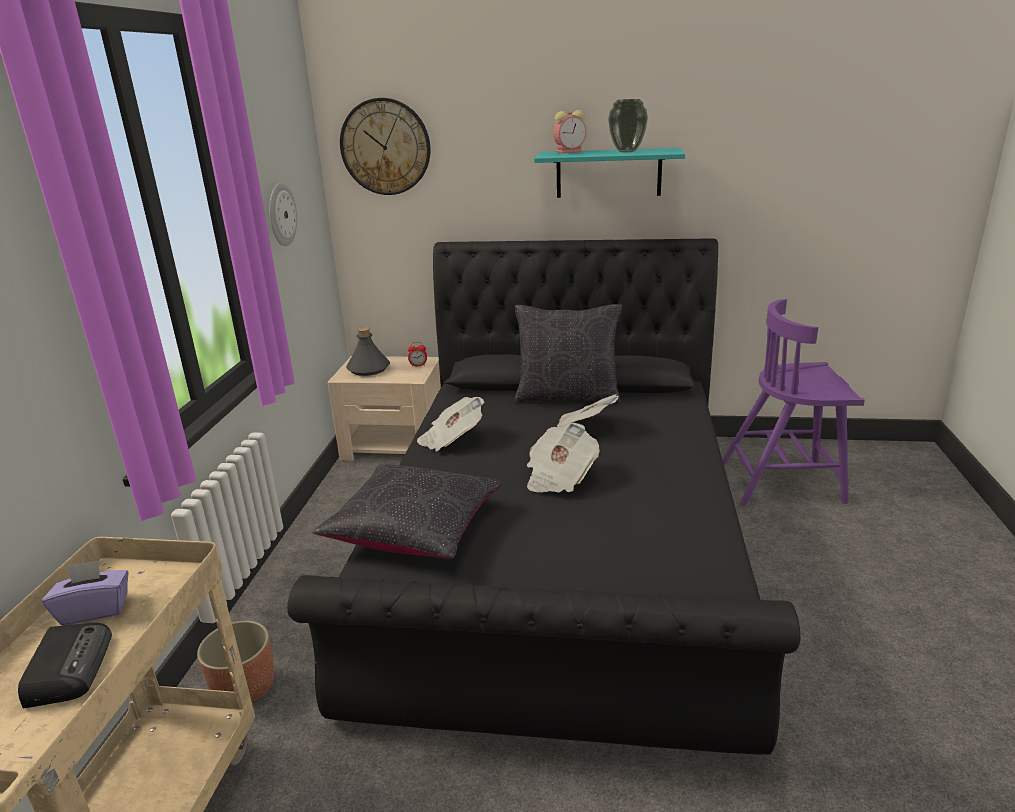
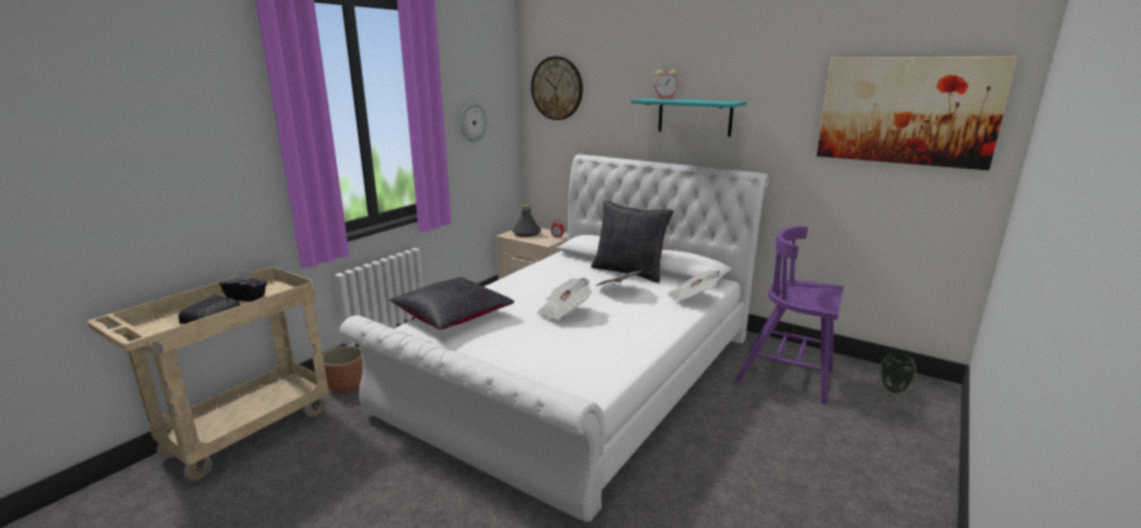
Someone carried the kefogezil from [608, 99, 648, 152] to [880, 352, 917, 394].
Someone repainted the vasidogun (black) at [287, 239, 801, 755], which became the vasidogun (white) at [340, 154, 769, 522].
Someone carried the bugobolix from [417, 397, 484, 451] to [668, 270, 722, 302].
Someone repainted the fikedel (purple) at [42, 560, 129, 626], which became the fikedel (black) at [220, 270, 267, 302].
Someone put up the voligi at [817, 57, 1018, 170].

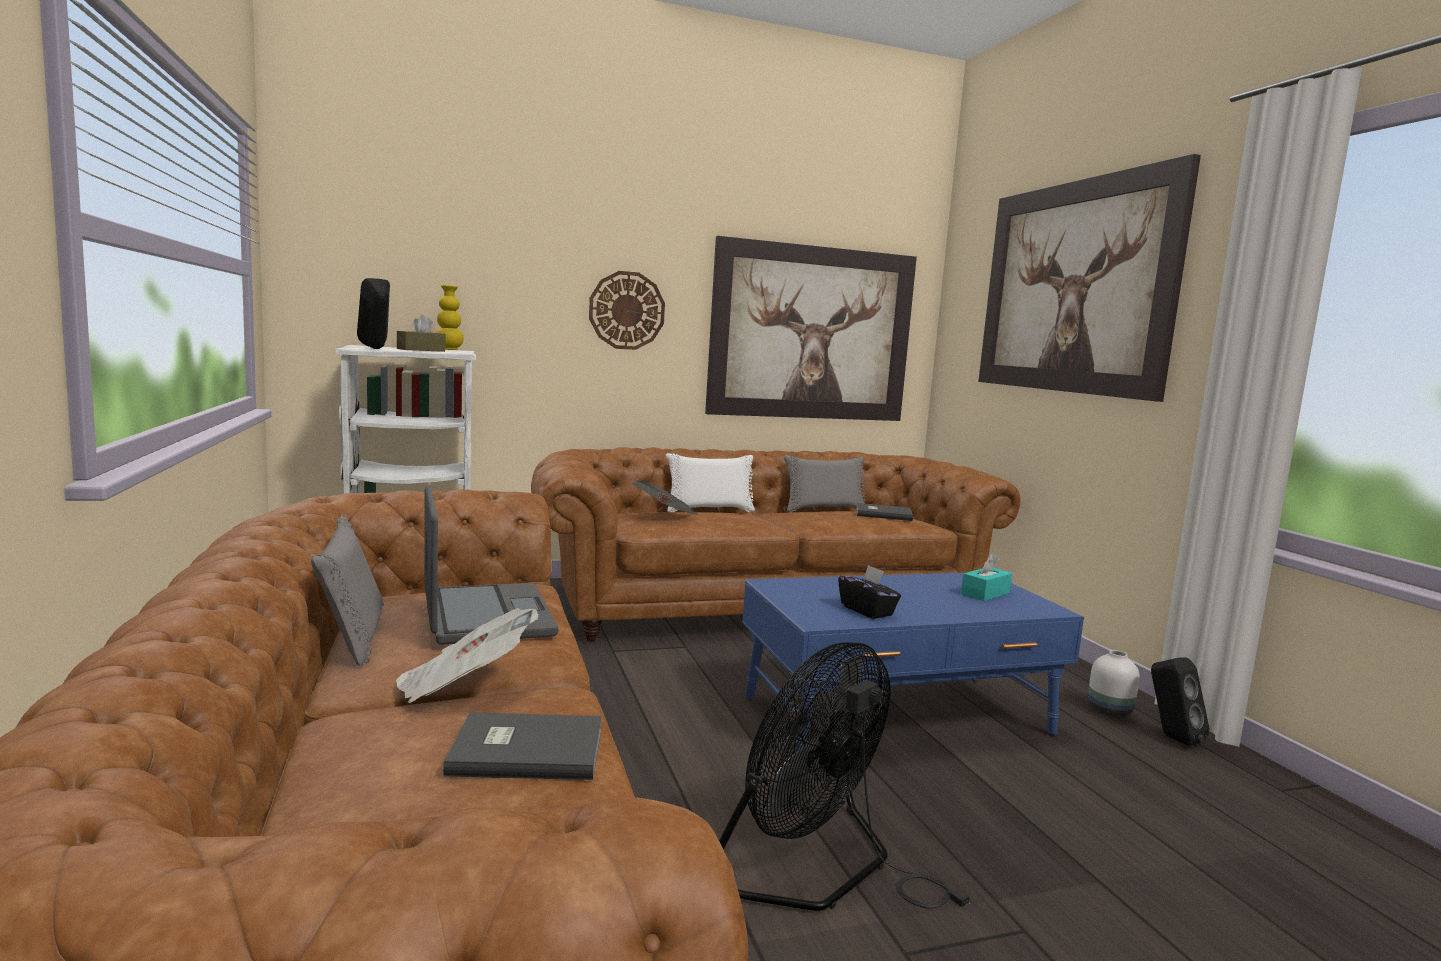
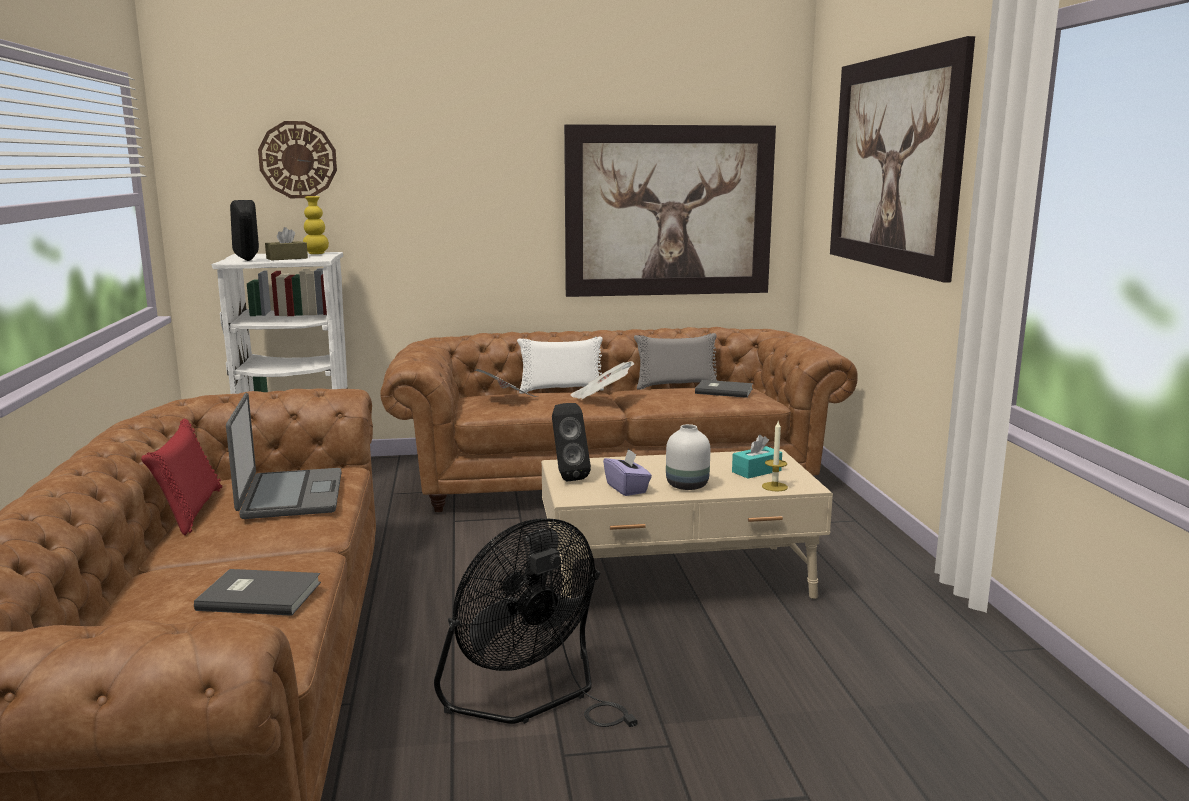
Someone carried the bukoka from [589, 271, 665, 350] to [258, 121, 337, 198].
Someone repainted the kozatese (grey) at [311, 516, 384, 666], which became the kozatese (red) at [141, 419, 223, 535].
Someone repainted the fikedel (black) at [838, 565, 901, 619], which became the fikedel (purple) at [603, 448, 652, 496].
Someone repainted the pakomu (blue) at [742, 573, 1084, 753], which became the pakomu (beige) at [541, 449, 833, 599].
Someone carried the bugobolix from [396, 608, 538, 703] to [571, 361, 634, 400].
Someone carried the kefogezil (white) from [1088, 650, 1140, 717] to [666, 424, 710, 490].
Someone carried the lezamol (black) from [1151, 657, 1210, 746] to [552, 403, 591, 481].
Someone put down the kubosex at [762, 420, 788, 492].

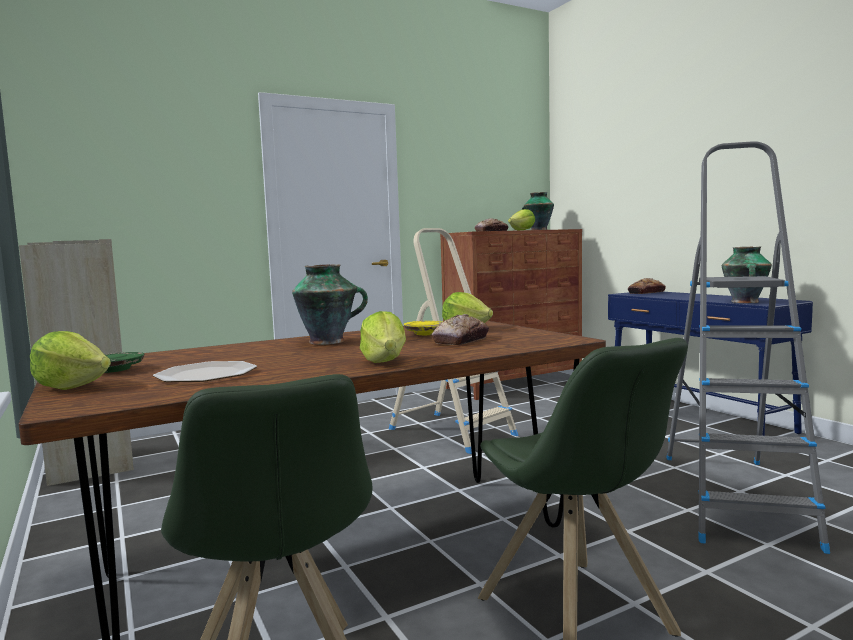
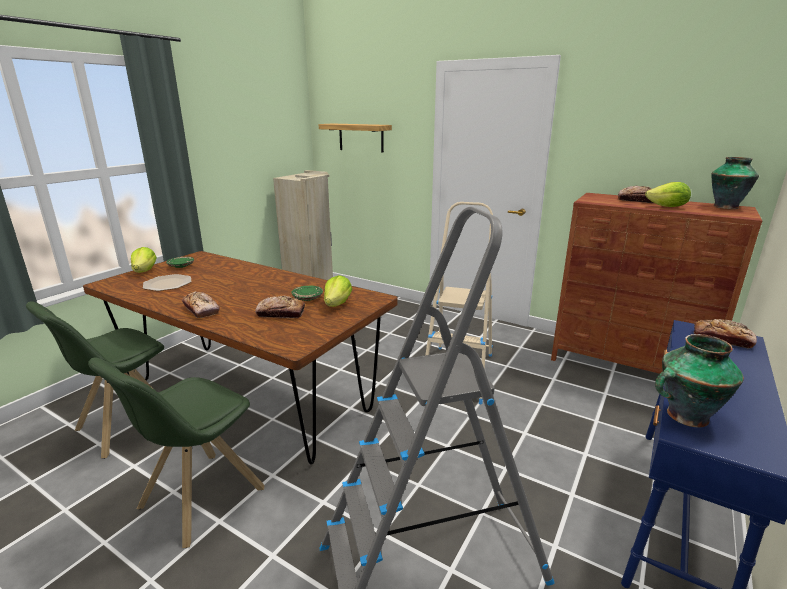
Someone took away the kefogezil at [292, 264, 368, 345].
Someone swapped the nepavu at [360, 311, 406, 363] for the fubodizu at [182, 291, 220, 318].
Someone repainted the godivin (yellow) at [404, 321, 442, 335], which became the godivin (green) at [291, 286, 323, 301].
Someone put up the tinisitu at [319, 124, 392, 153].

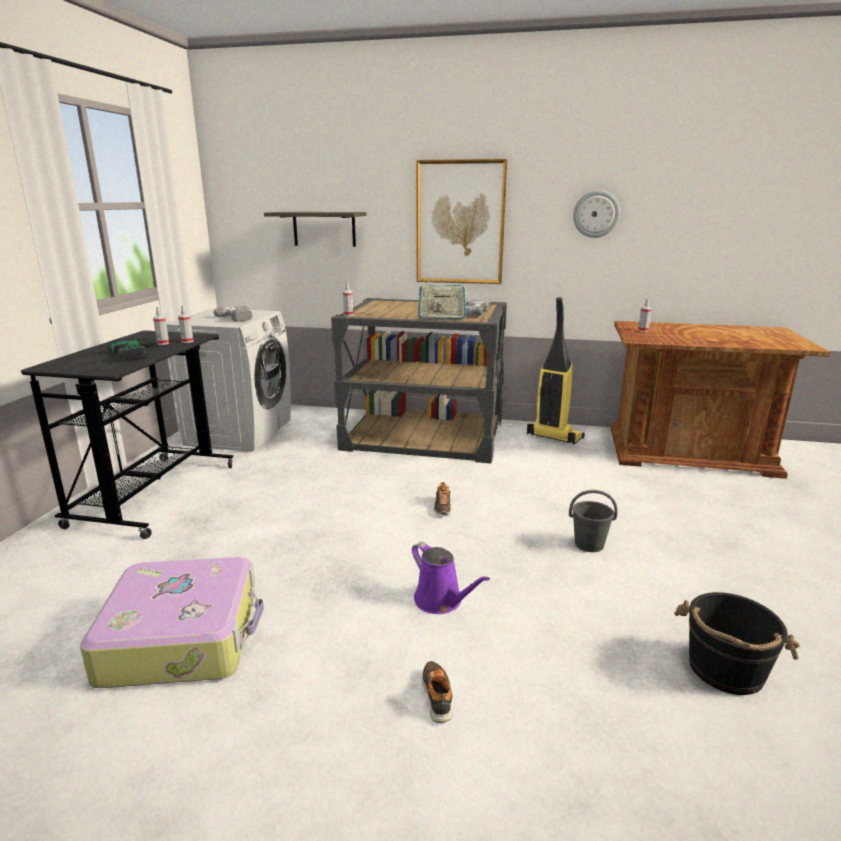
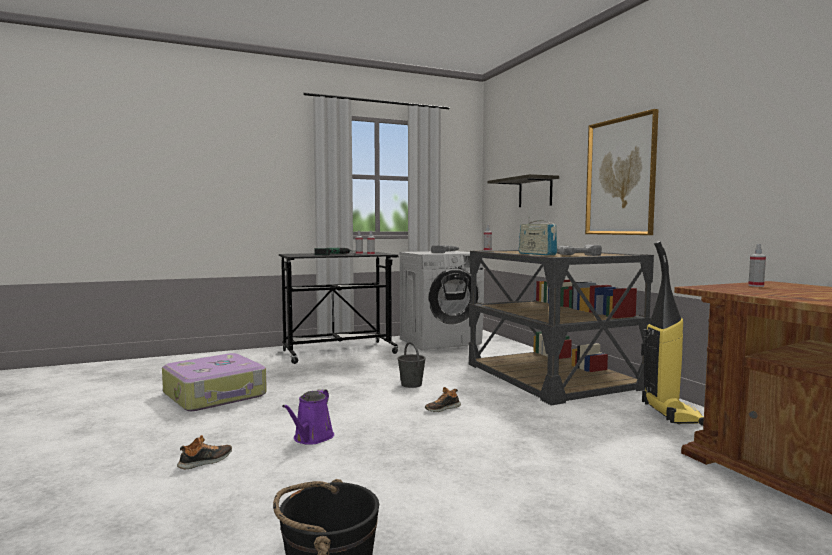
Someone took away the bukoka at [573, 190, 620, 238].
Someone carried the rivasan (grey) from [569, 490, 618, 552] to [397, 342, 426, 388].

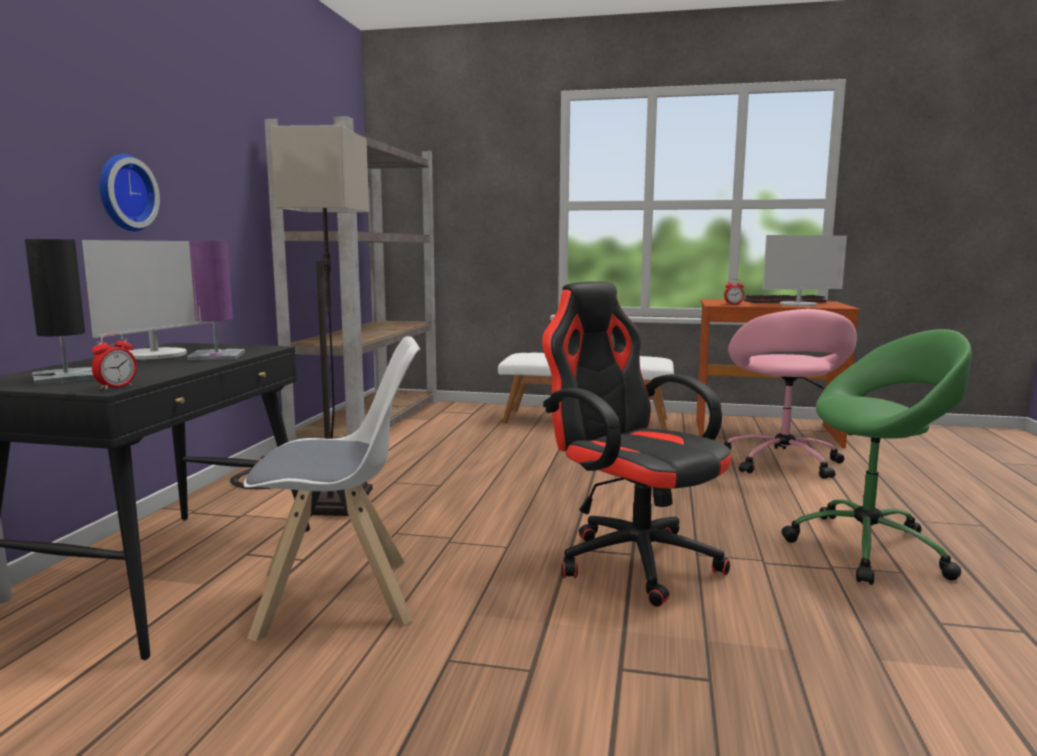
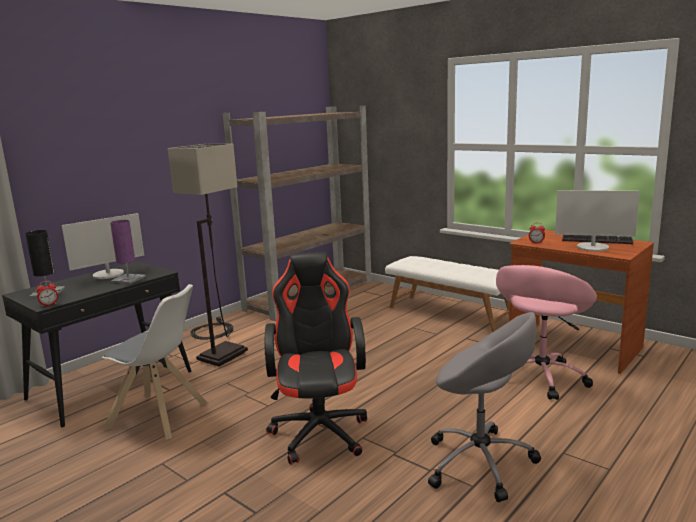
Someone took away the bukoka at [99, 154, 160, 231].
Someone repainted the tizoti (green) at [781, 329, 972, 585], which became the tizoti (grey) at [428, 312, 541, 502].

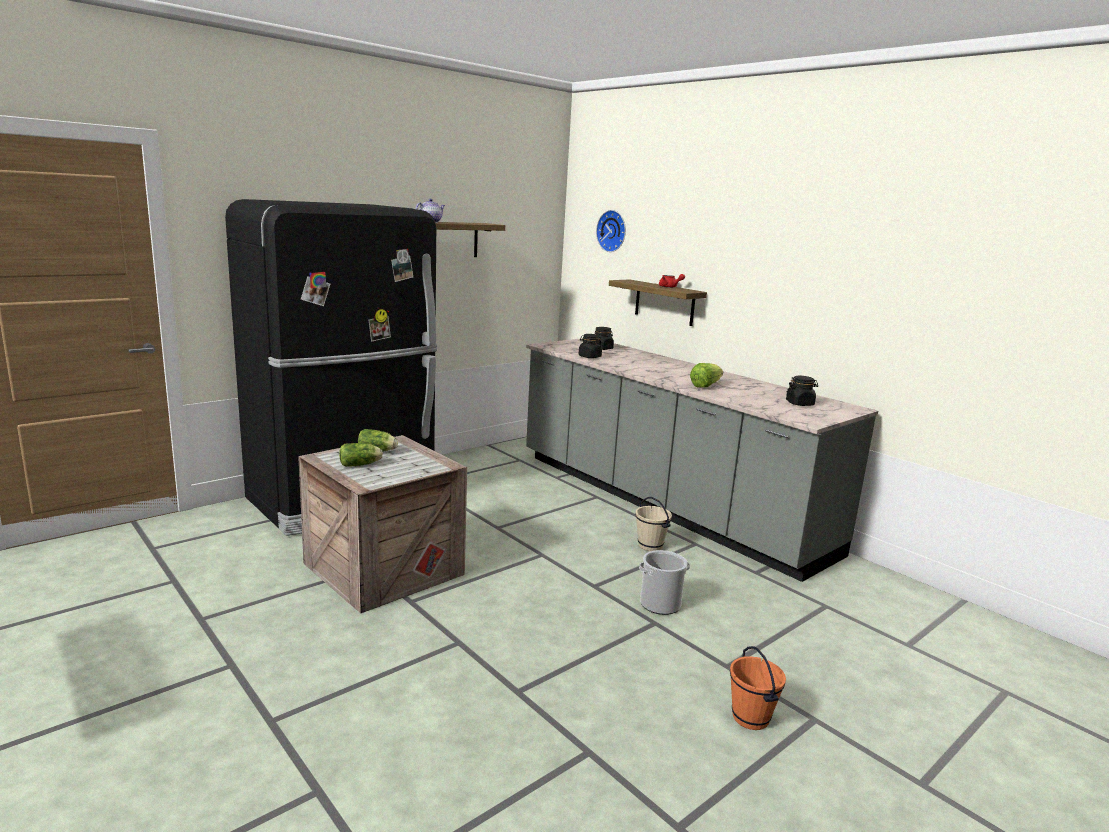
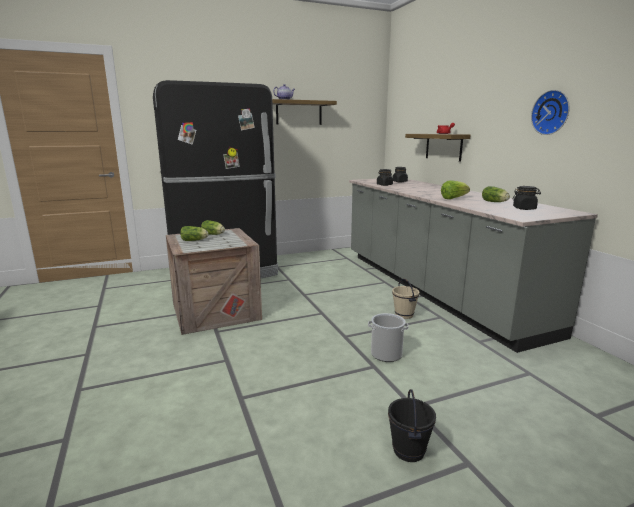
Someone carried the bukoka from [596, 210, 626, 252] to [531, 90, 570, 135].
Someone repainted the rivasan (orange) at [730, 646, 786, 730], which became the rivasan (black) at [388, 389, 436, 462].
Someone put down the nepavu at [482, 186, 510, 202].

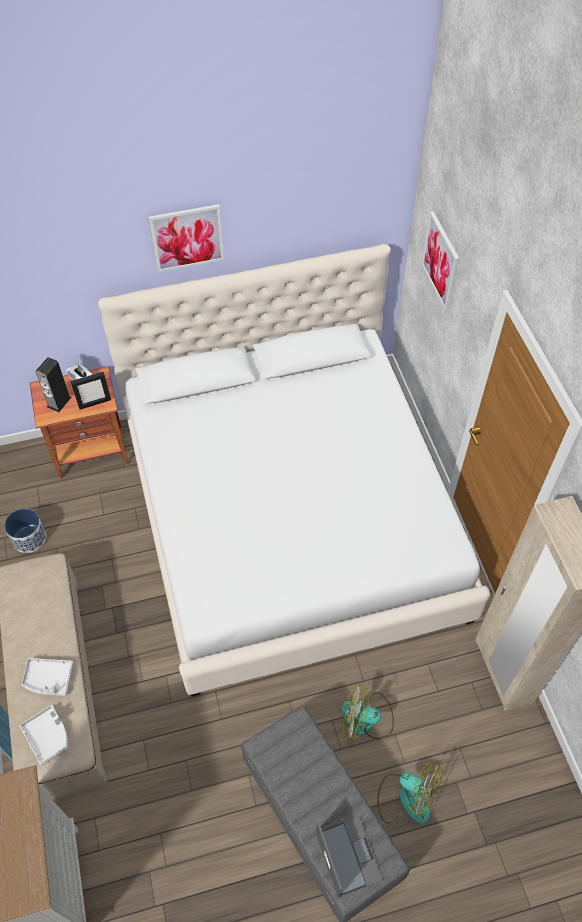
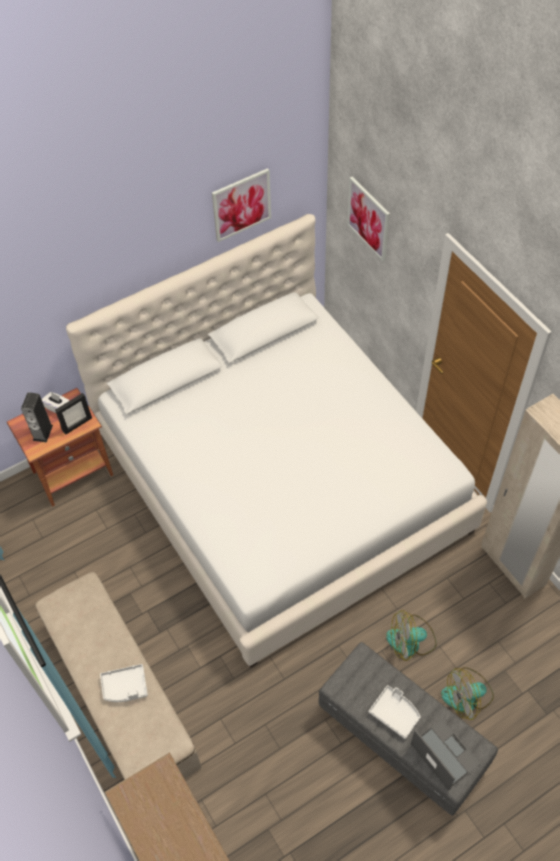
Someone carried the voligi from [149, 204, 224, 272] to [212, 168, 271, 242].
Someone took away the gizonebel at [4, 508, 46, 553].
Someone carried the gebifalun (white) from [20, 705, 68, 765] to [369, 685, 421, 739].
Someone rotated the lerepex at [377, 762, 442, 824] by 150 degrees clockwise.

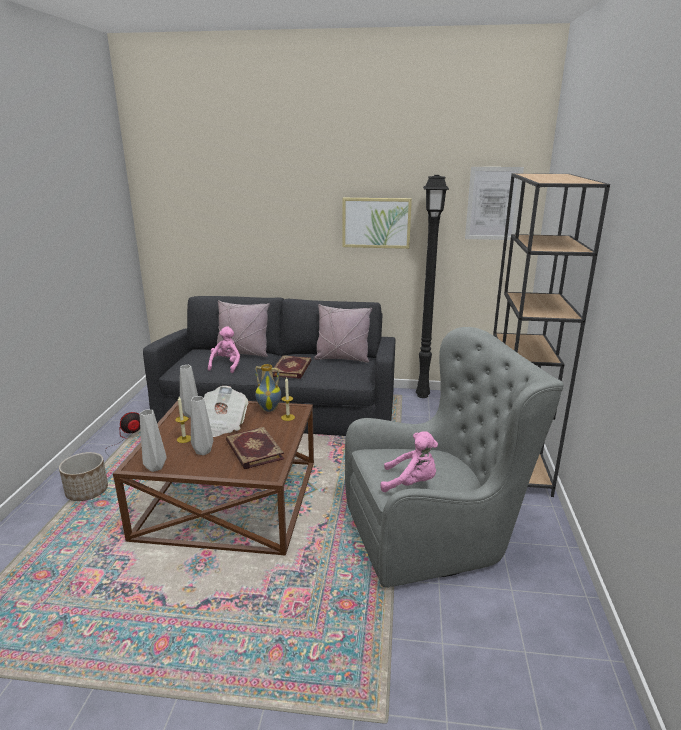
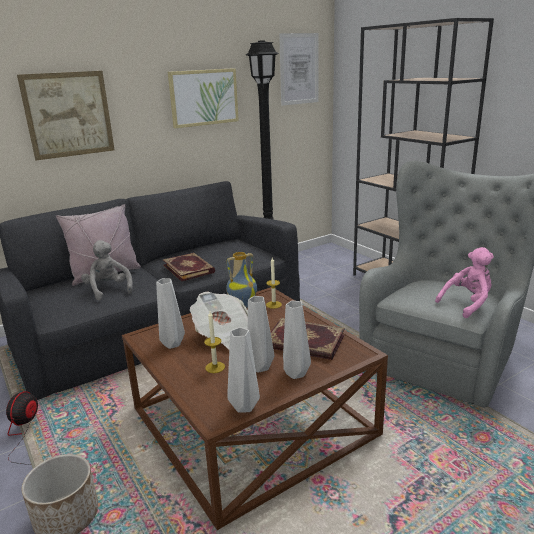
Someone took away the kozatese (purple) at [314, 304, 372, 363].
Someone repainted the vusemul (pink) at [208, 326, 240, 373], which became the vusemul (grey) at [81, 240, 133, 301].
Someone put up the voligi at [17, 71, 115, 160].
Someone put down the kefogezil (grey) at [283, 301, 311, 379].

